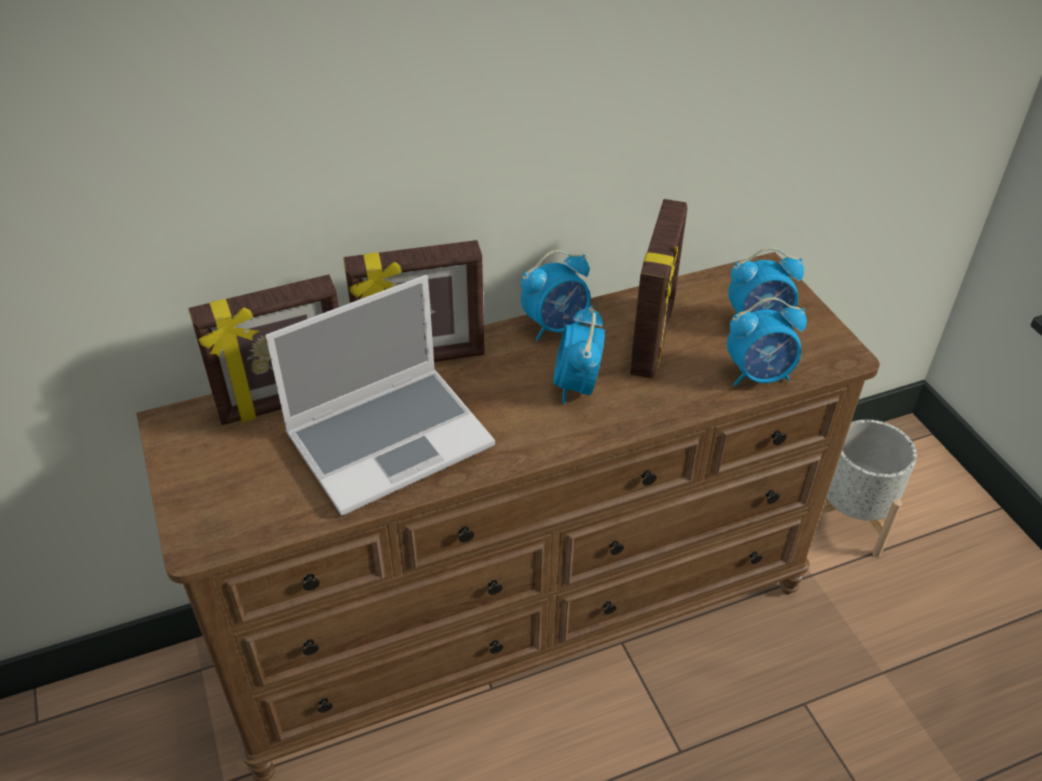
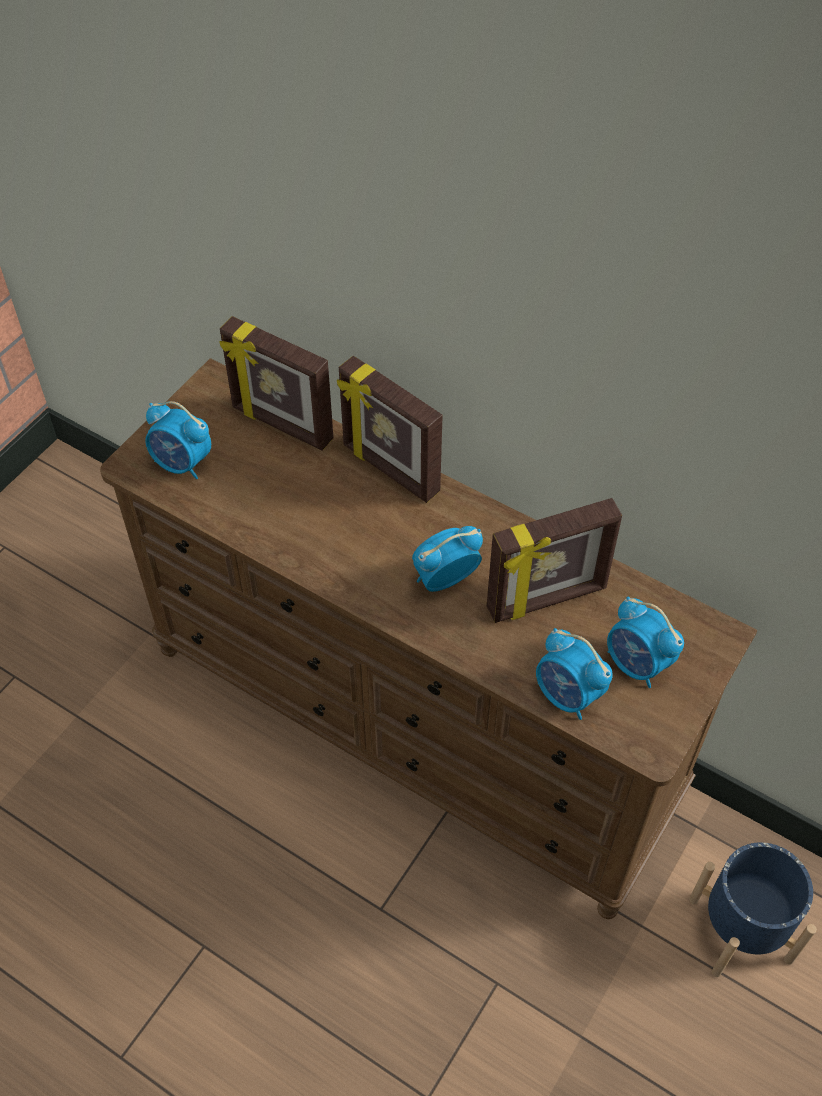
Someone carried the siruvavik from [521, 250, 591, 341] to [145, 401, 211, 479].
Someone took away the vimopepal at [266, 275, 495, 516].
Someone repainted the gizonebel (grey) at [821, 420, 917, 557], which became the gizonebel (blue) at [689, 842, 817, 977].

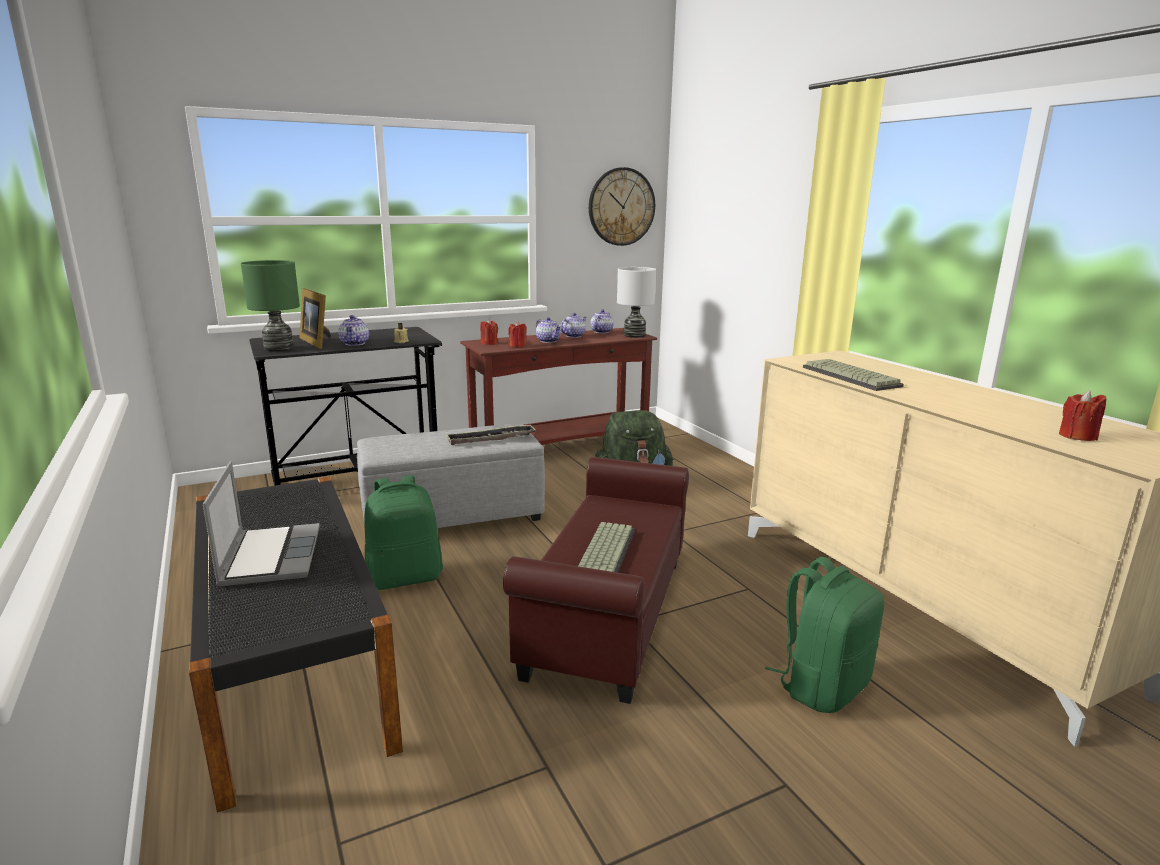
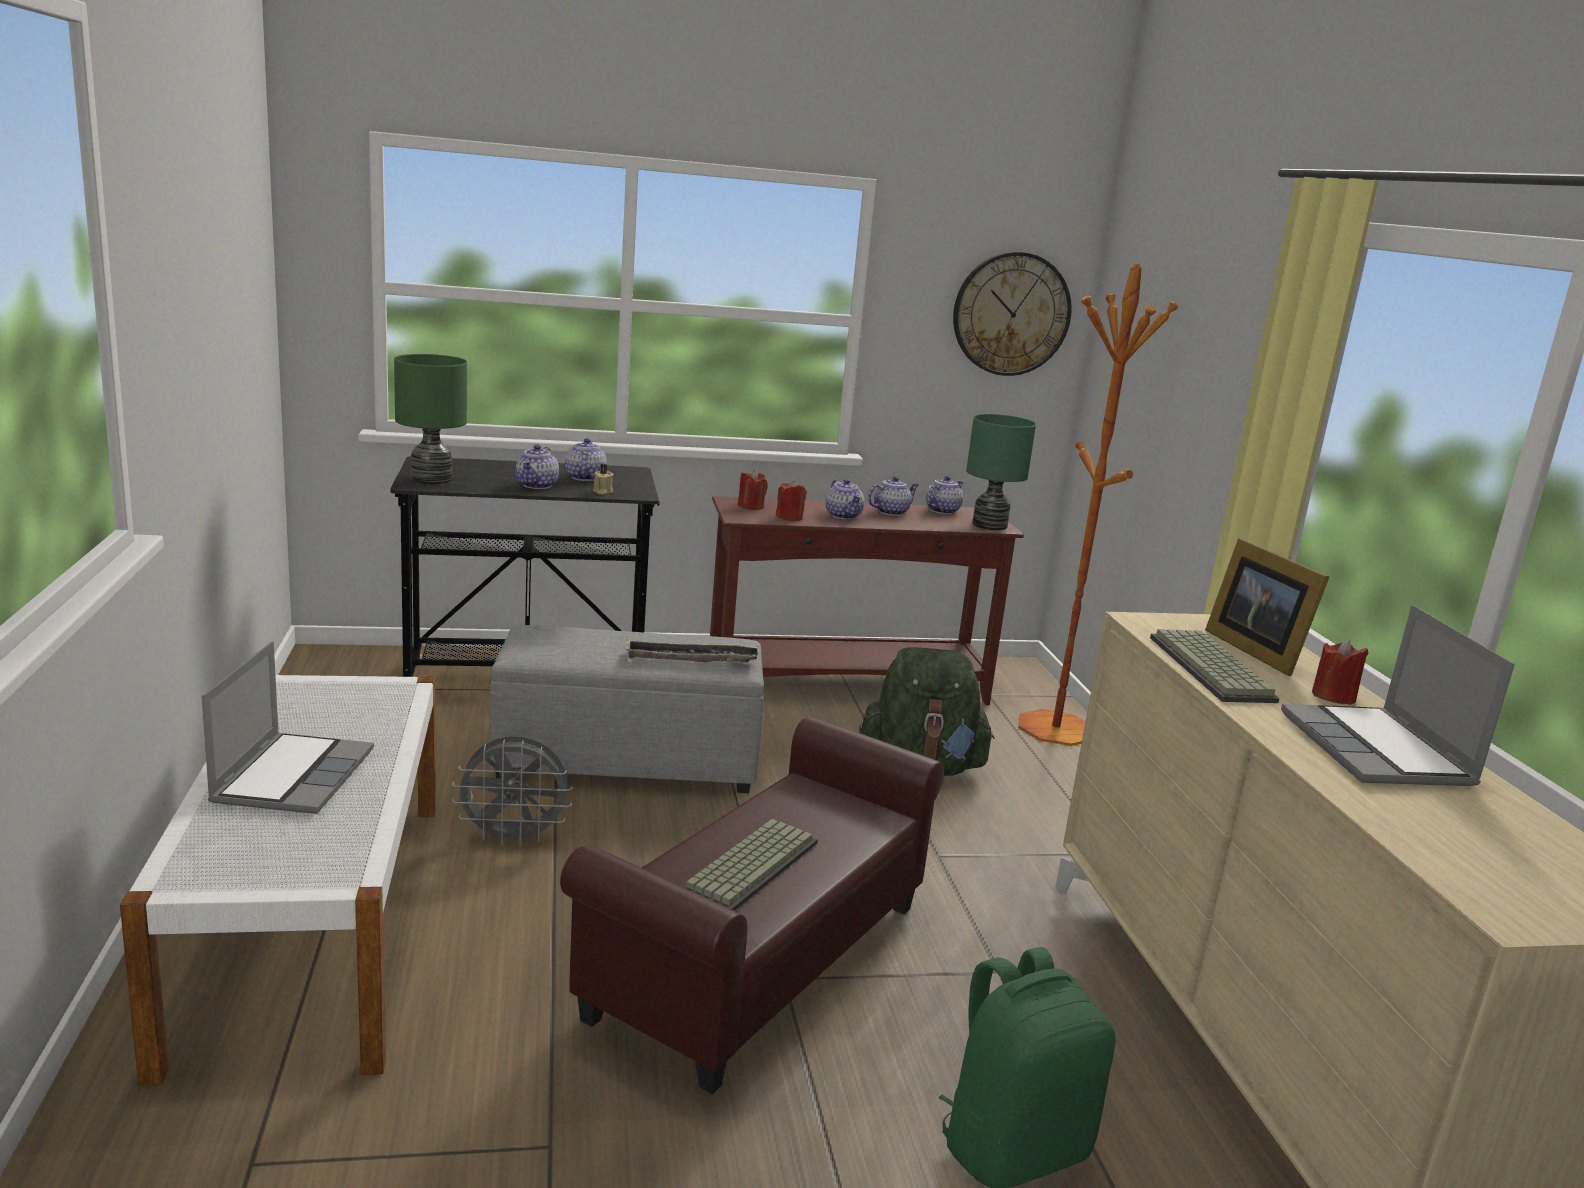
Someone repainted the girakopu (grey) at [617, 267, 656, 338], which became the girakopu (green) at [966, 414, 1036, 530].
Someone carried the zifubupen from [300, 288, 331, 349] to [1205, 538, 1330, 676].
Someone carried the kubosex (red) from [1059, 390, 1107, 441] to [1312, 639, 1369, 705].
Someone swapped the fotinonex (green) at [364, 475, 443, 590] for the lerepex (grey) at [452, 736, 573, 847].
Someone repainted the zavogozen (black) at [189, 476, 403, 813], which became the zavogozen (white) at [120, 675, 436, 1086].
Someone put down the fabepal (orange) at [1018, 263, 1178, 746].
Someone put down the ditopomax at [565, 438, 607, 481].
Someone put down the vimopepal at [1281, 605, 1515, 786].

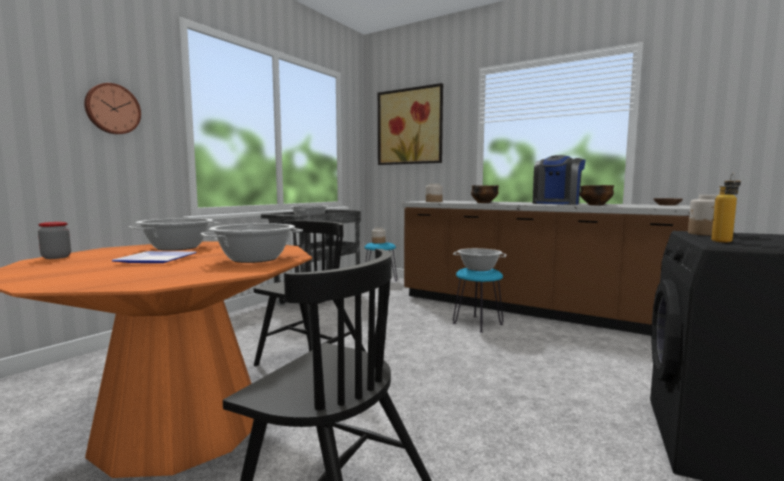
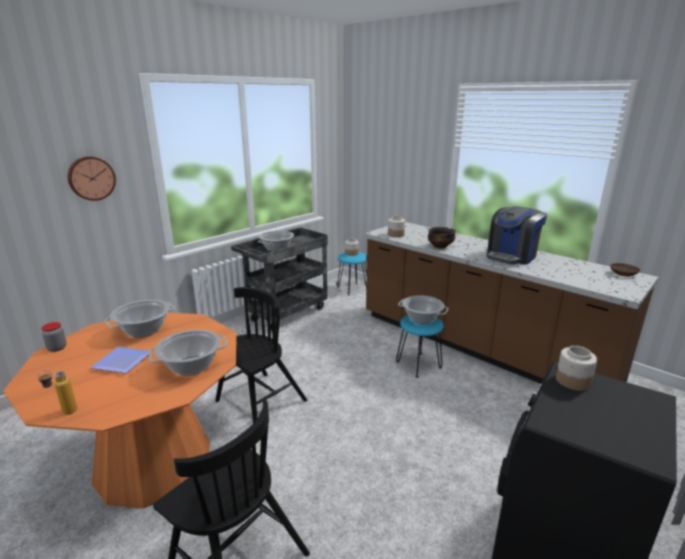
Someone took away the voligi at [378, 83, 443, 165].
Someone carried the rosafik from [711, 173, 741, 242] to [38, 370, 77, 415].
Someone took away the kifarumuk at [579, 185, 615, 205].

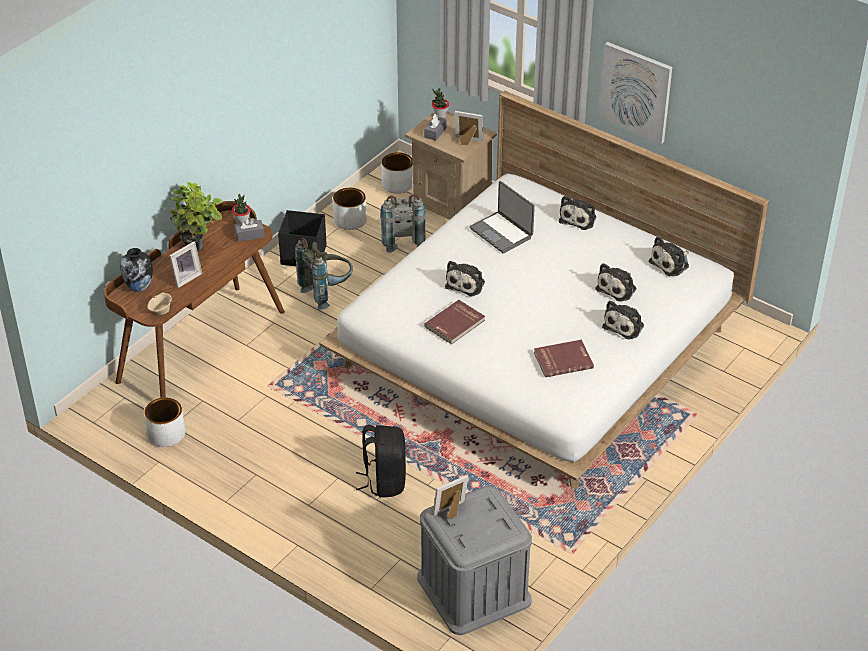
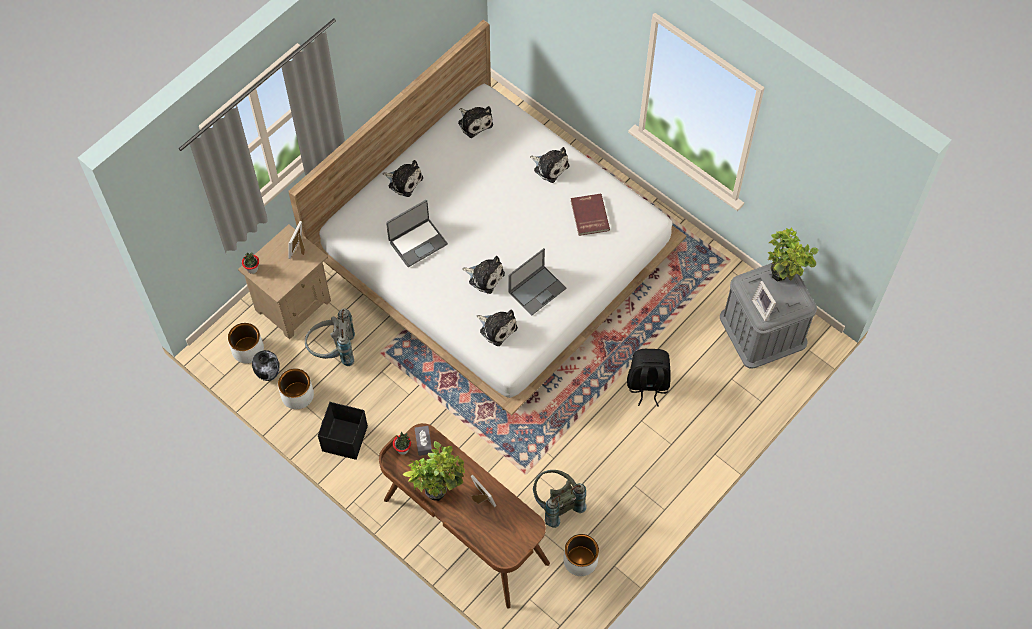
Someone took away the voligi at [599, 42, 672, 144].
Someone took away the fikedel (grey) at [424, 114, 447, 141].
Someone carried the fotinonex (grey) from [295, 238, 353, 310] to [533, 470, 586, 528].
Someone carried the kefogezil from [120, 248, 153, 292] to [252, 350, 279, 381].
Someone carried the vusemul from [595, 263, 636, 302] to [477, 310, 518, 346].
Someone took away the kifarumuk (beige) at [147, 292, 172, 315].
Someone swapped the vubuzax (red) at [424, 300, 485, 344] for the vimopepal at [508, 248, 567, 316].
Someone put down the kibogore at [768, 228, 818, 282].

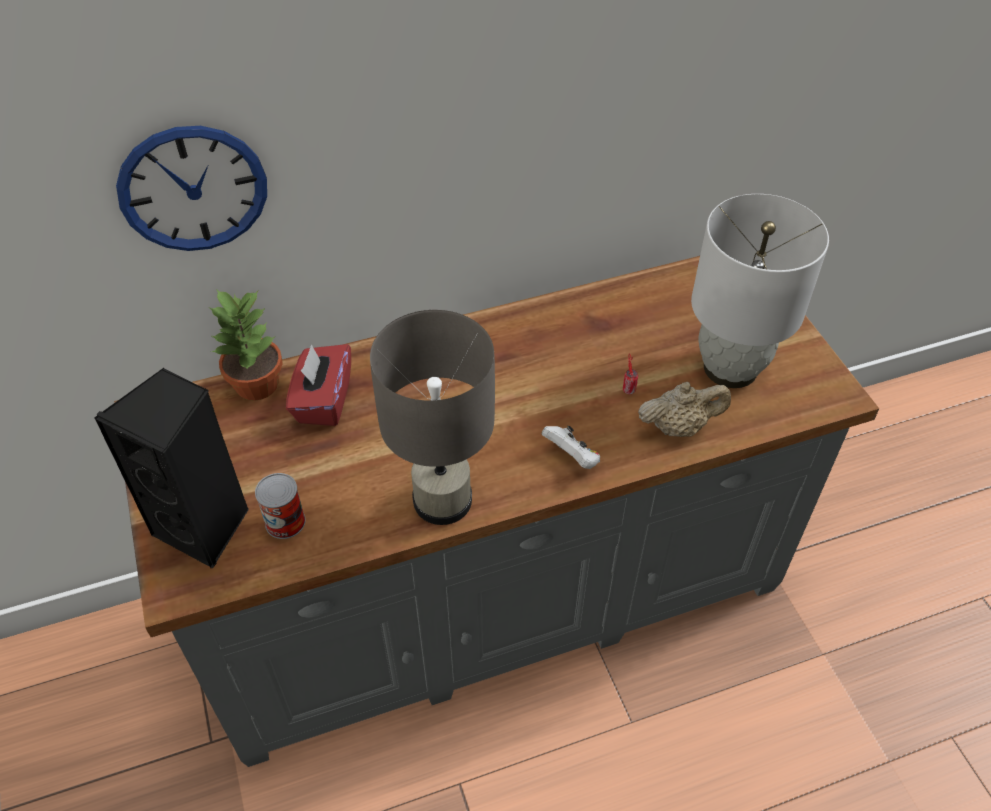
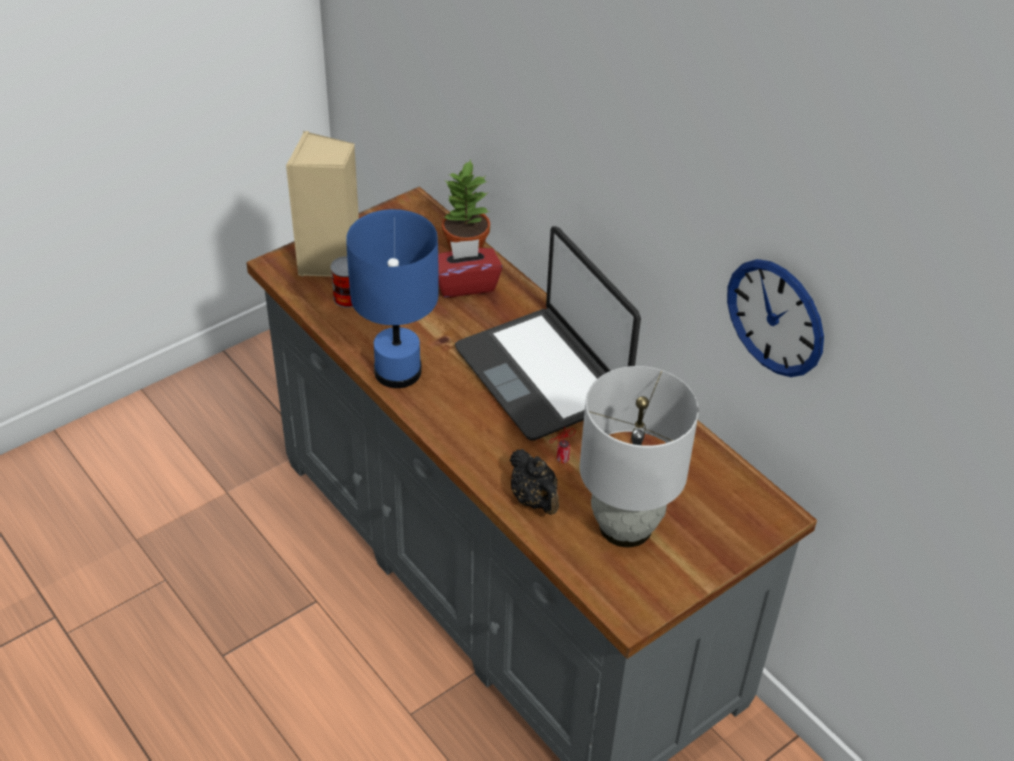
Someone carried the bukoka from [116, 126, 267, 251] to [727, 259, 824, 377].
Someone repainted the girakopu (grey) at [370, 310, 495, 525], which became the girakopu (blue) at [346, 209, 439, 388].
Someone repainted the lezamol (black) at [94, 368, 249, 568], which became the lezamol (beige) at [286, 131, 359, 277].
Someone repainted the ditopomax (beige) at [638, 382, 731, 437], which became the ditopomax (black) at [510, 449, 559, 515].
Someone took away the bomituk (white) at [542, 426, 600, 469].
Someone put down the vimopepal at [455, 226, 641, 441].

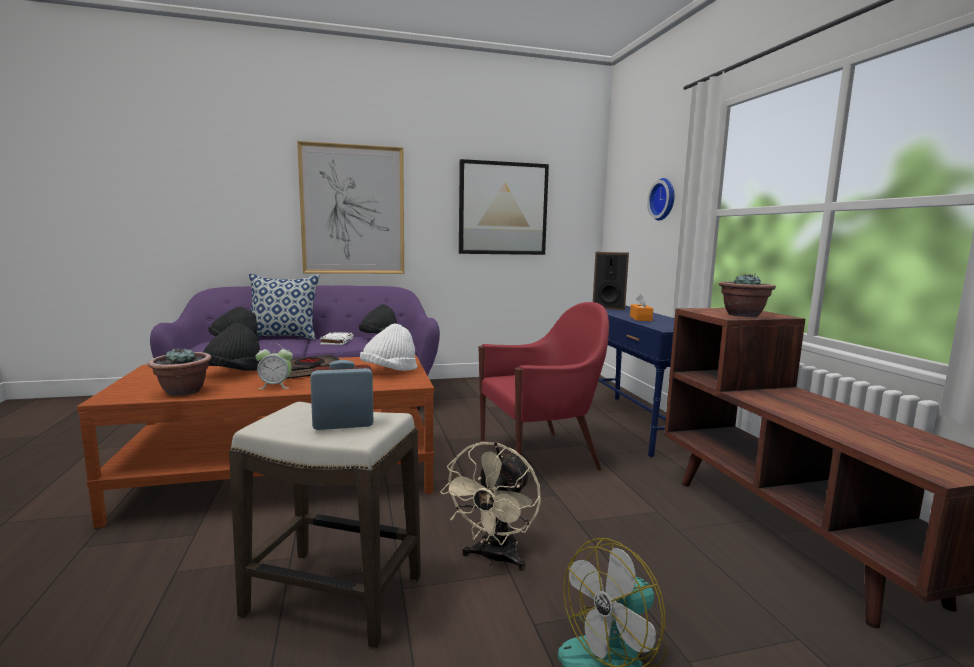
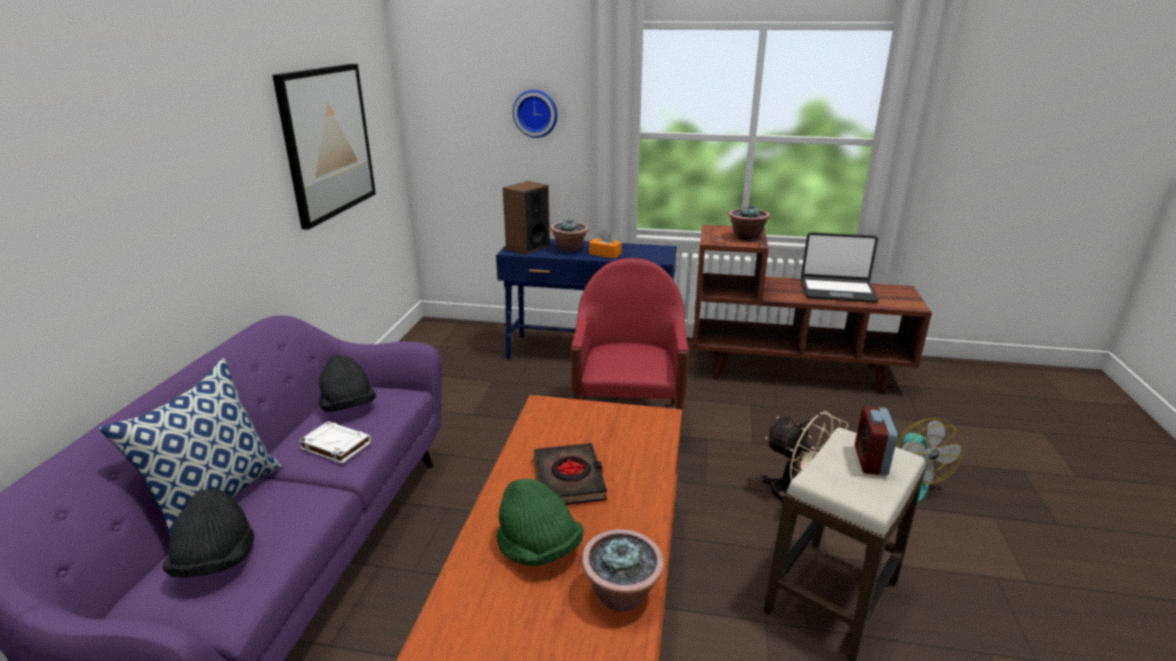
Someone took away the voligi at [297, 141, 404, 274].
Someone repainted the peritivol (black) at [203, 323, 261, 371], which became the peritivol (green) at [496, 479, 584, 566].
Someone took away the peritivol (white) at [360, 323, 417, 371].
Someone took away the siruvavik at [255, 344, 293, 389].
Someone put down the kibogore at [551, 220, 589, 253].
Someone put down the vimopepal at [801, 232, 879, 303].

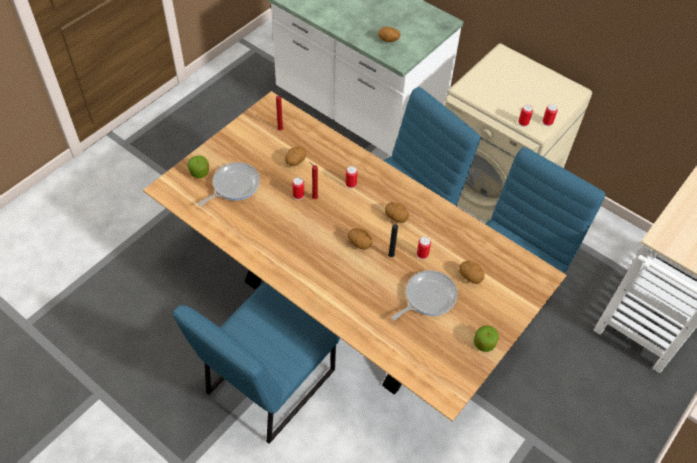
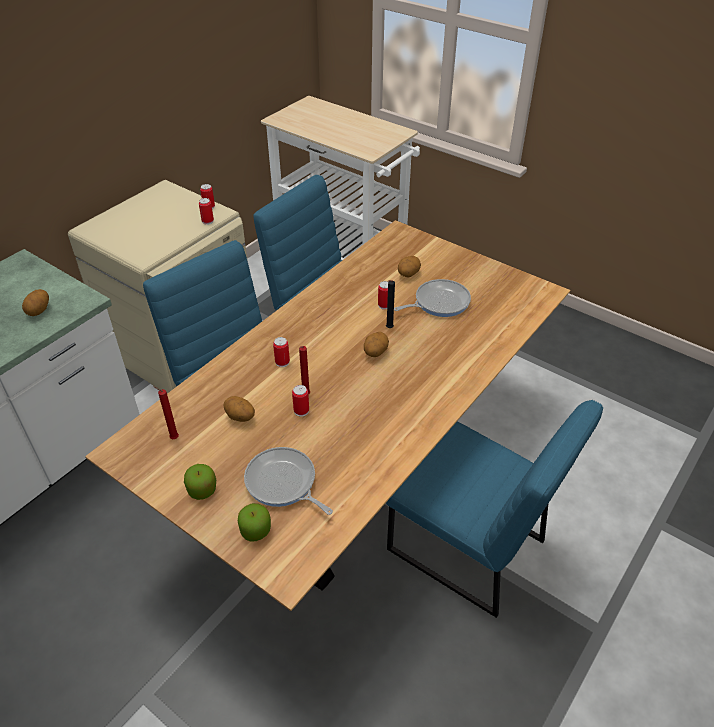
Someone took away the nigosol at [384, 202, 409, 223].
Someone rotated the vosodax at [391, 270, 458, 320] by 105 degrees clockwise.
Someone carried the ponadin from [474, 325, 499, 352] to [184, 464, 216, 500].

